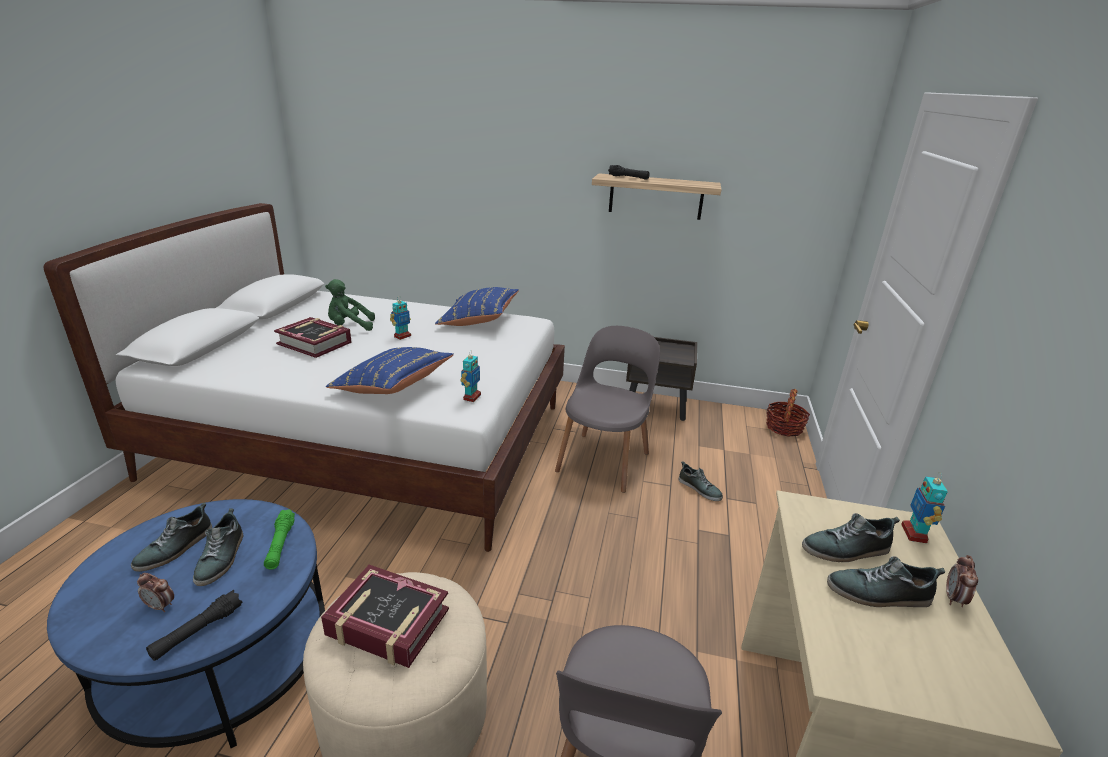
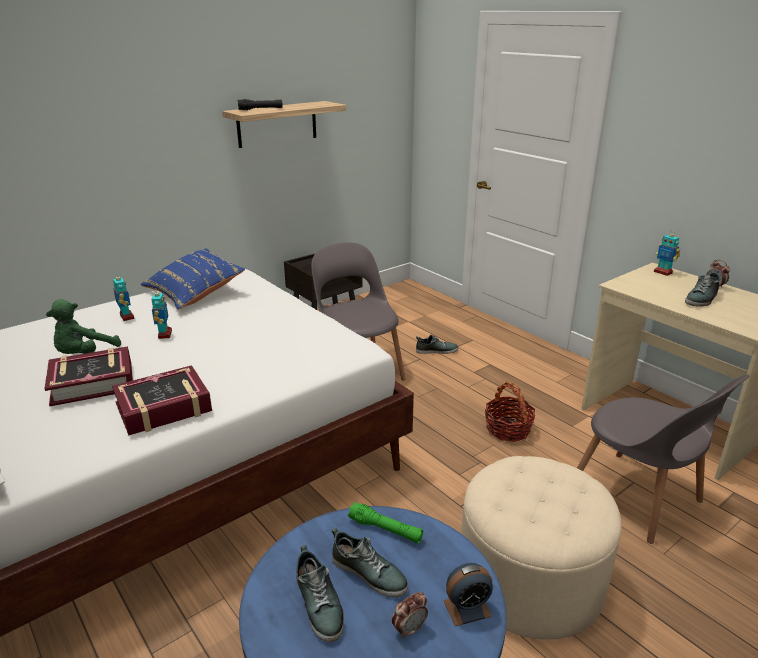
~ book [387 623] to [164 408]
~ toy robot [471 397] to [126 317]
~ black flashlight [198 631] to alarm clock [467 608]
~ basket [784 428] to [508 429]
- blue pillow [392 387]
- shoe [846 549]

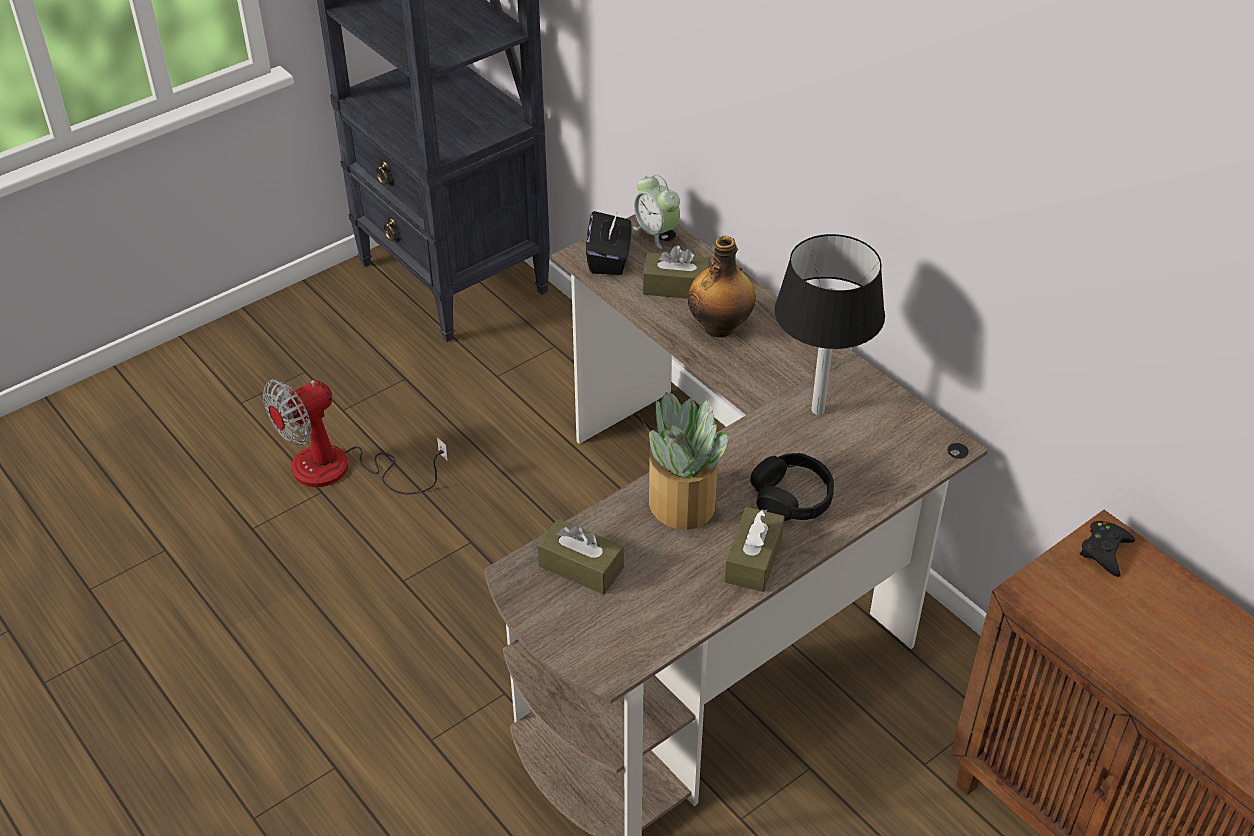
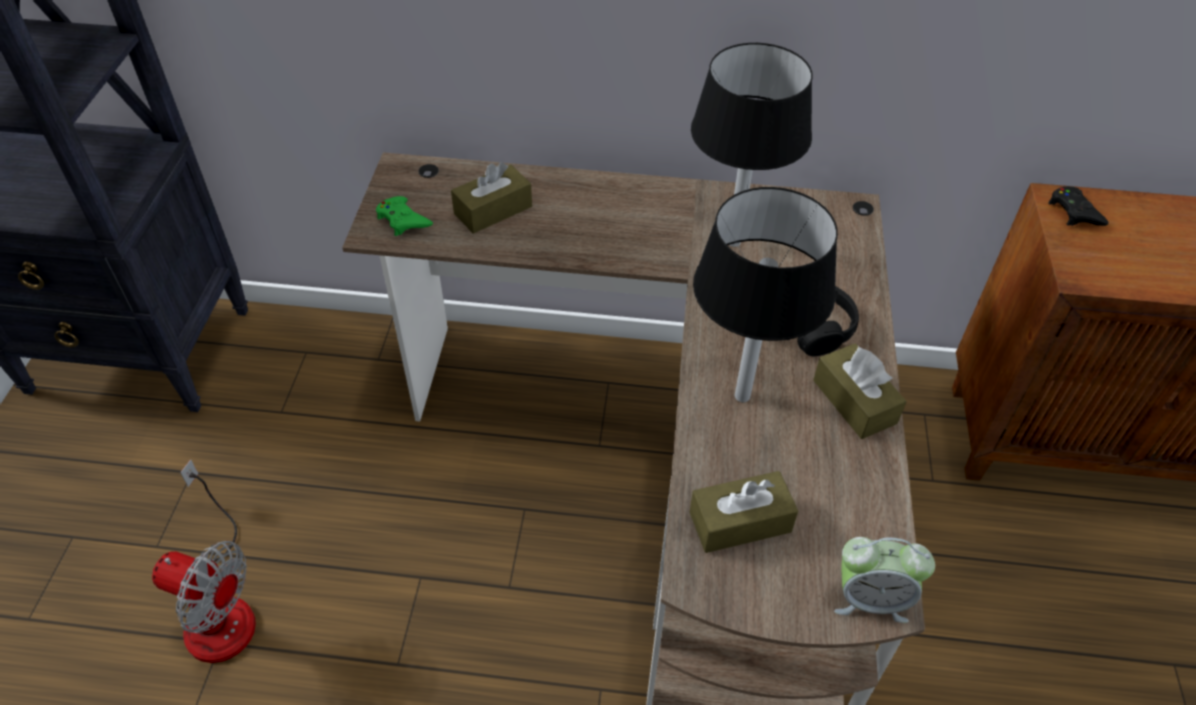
~ fan [341 470] = [219 606] 75 degrees counterclockwise
~ black tissue box [609 259] to green game controller [403 220]
~ potted plant [682 504] to black table lamp [741 396]
~ alarm clock [656 233] to [870 599]
- bottle [720 327]

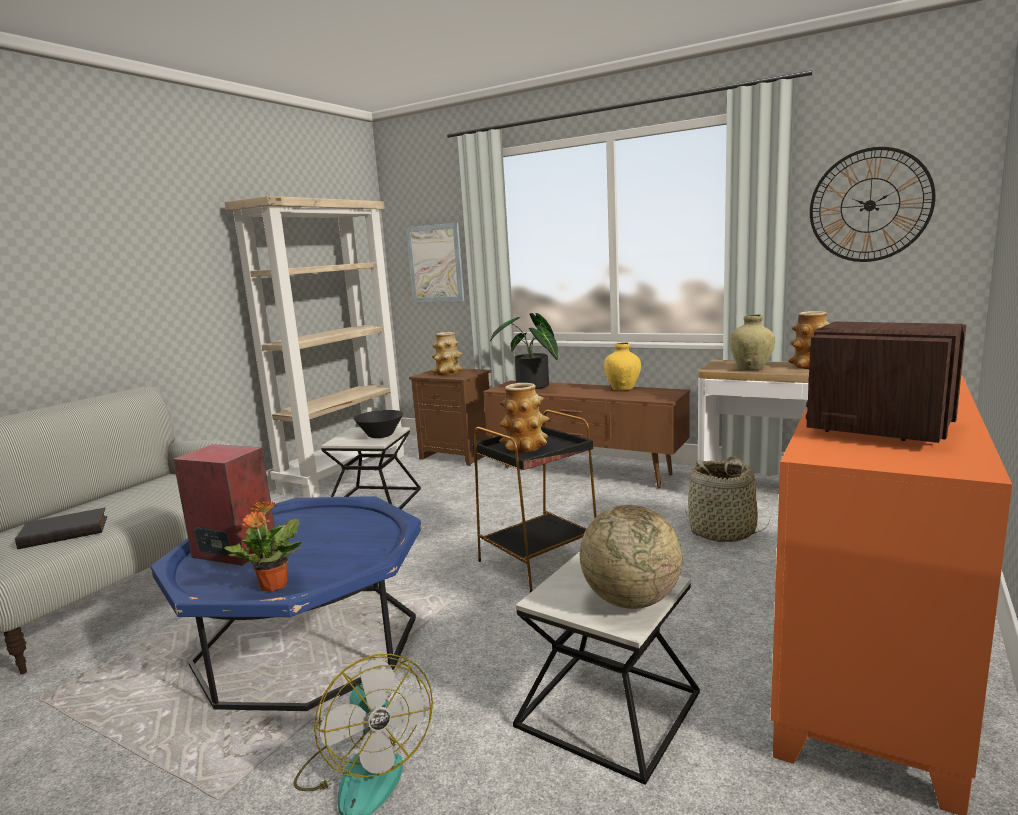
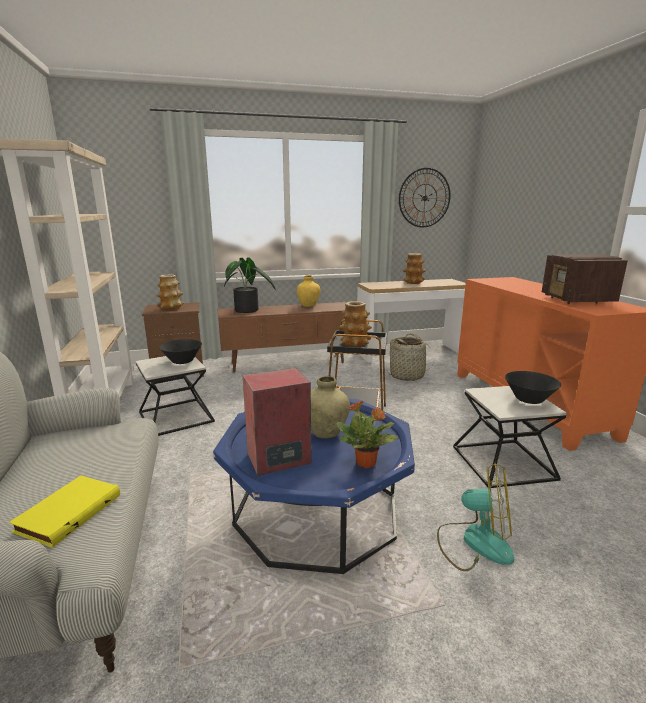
~ black book [65 531] to yellow book [68 512]
~ beige vase [751 368] to [326 433]
~ globe [630 600] to black bowl [529 399]
- picture [435 263]

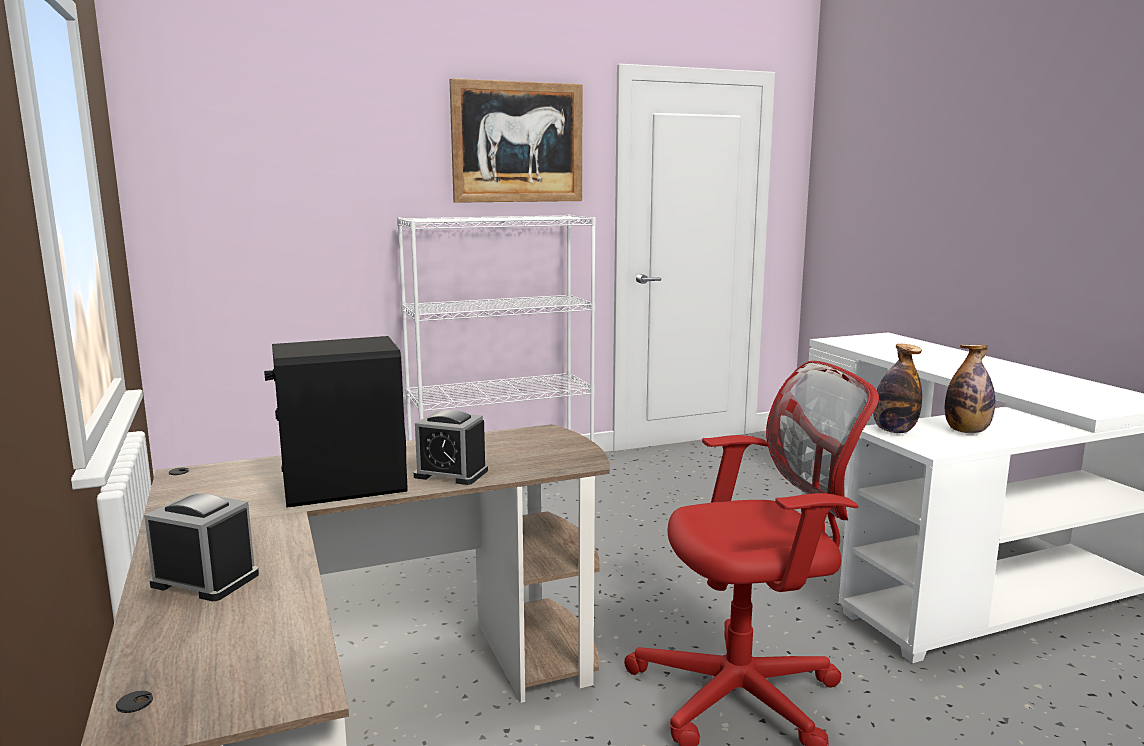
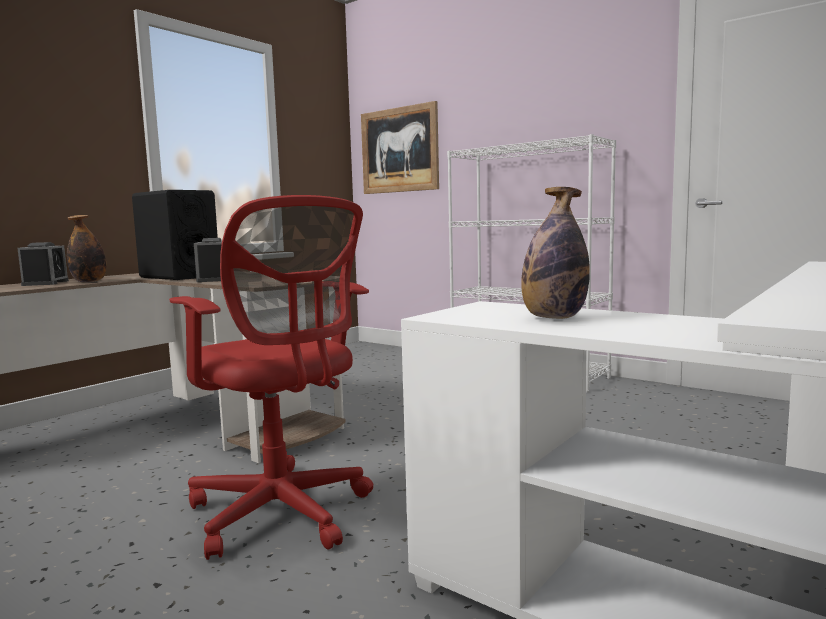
~ bottle [894 431] to [89 281]
~ picture [517 142] to [399 150]

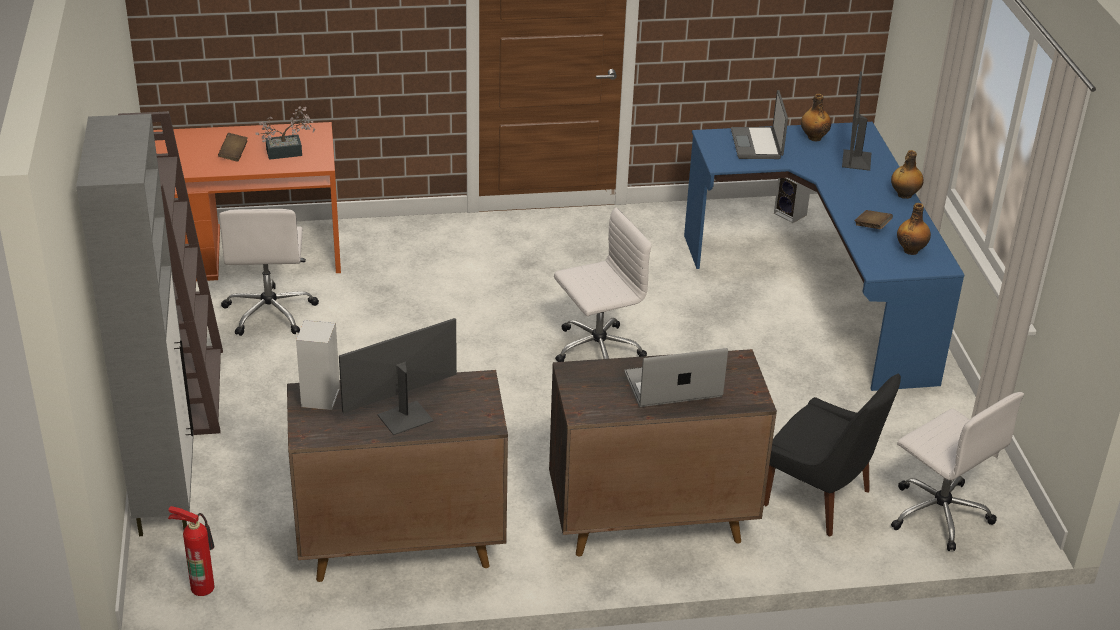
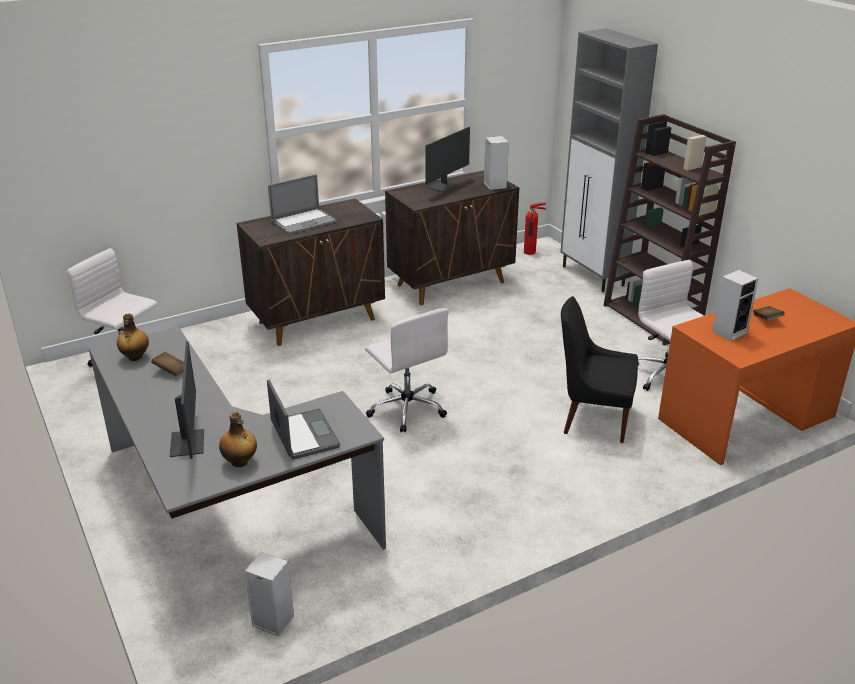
~ blue desk [822 292] to grey desk [223 517]
~ white office chair [596 351] = [407 408] 75 degrees counterclockwise
~ black chair [820 500] to [592 419]
~ potted plant [289 152] to speaker [729 331]
- bottle [904 195]

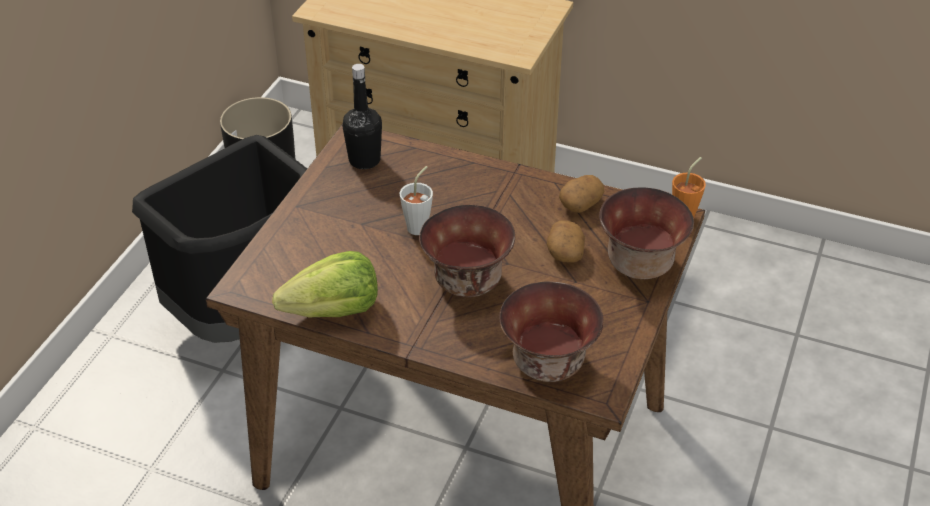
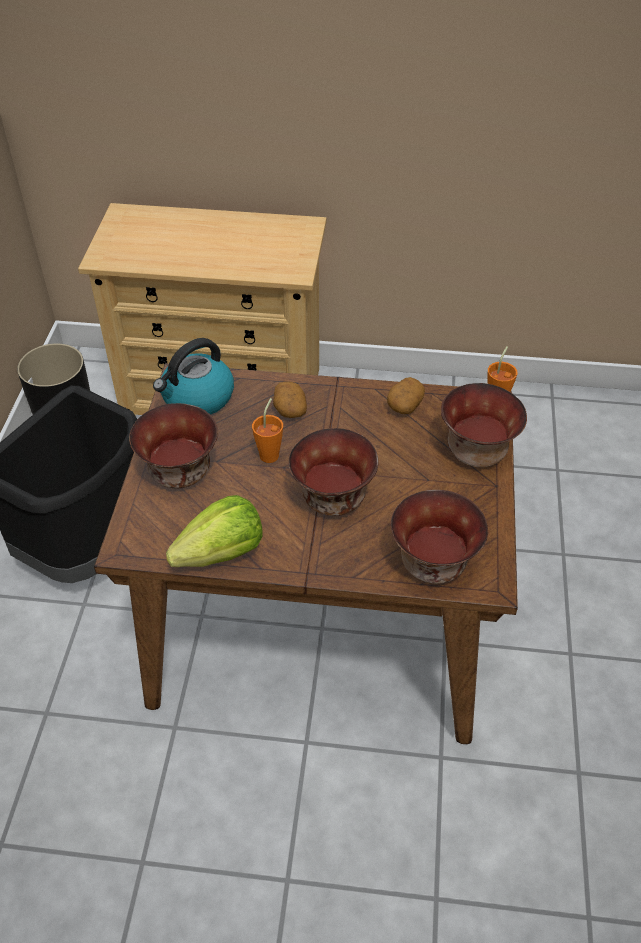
+ bowl [181 472]
~ black bottle [364 160] to kettle [197 398]
~ white cup [420 225] to orange cup [271 452]
~ potato [565 252] to [289 408]

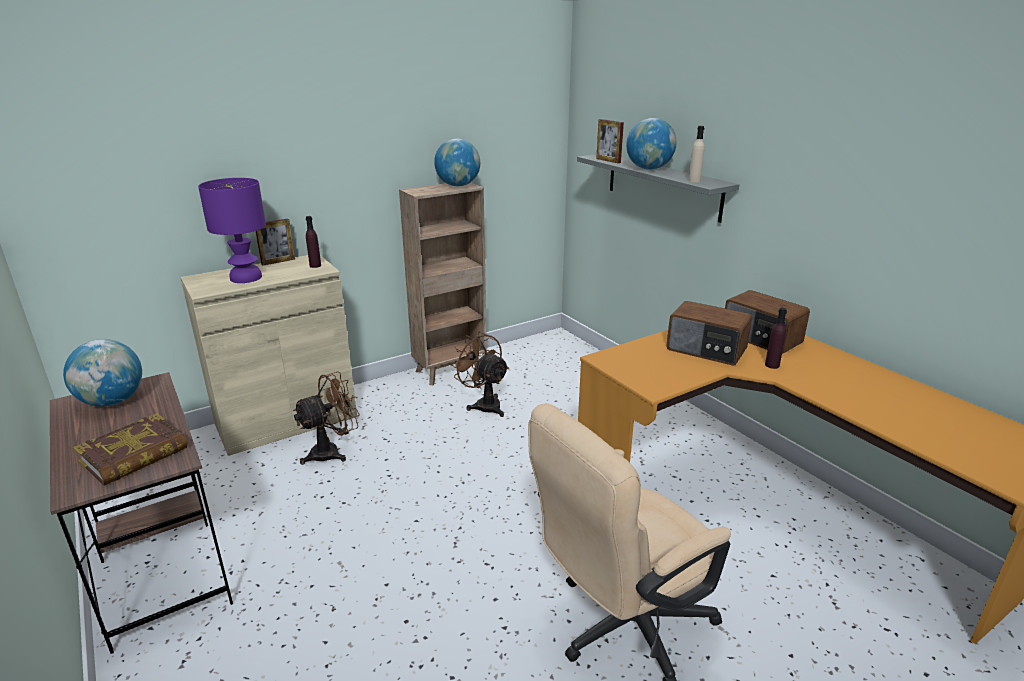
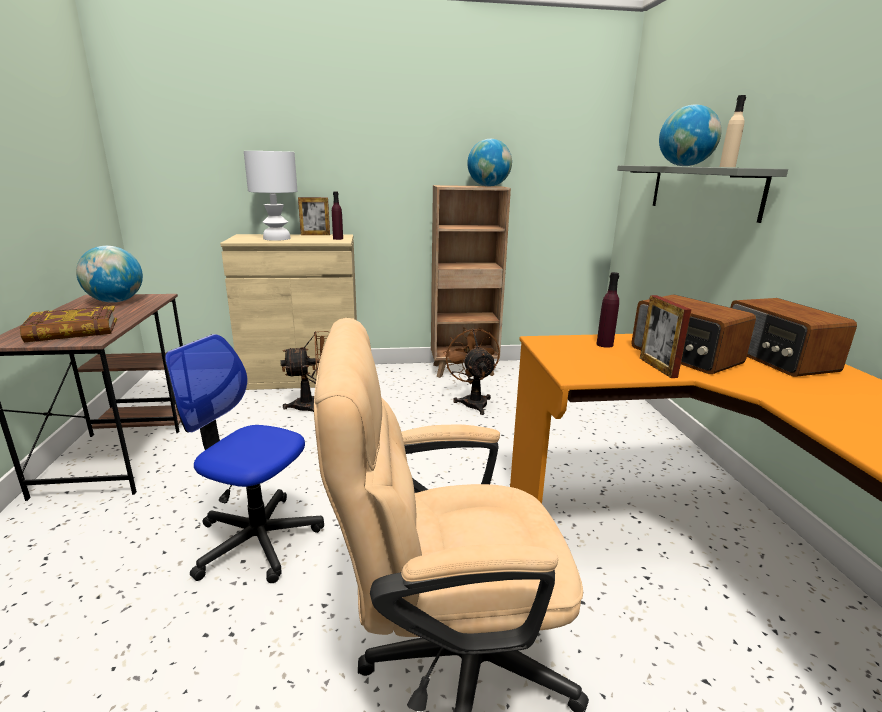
+ office chair [257 539]
~ purple table lamp [246 277] to white table lamp [277 238]
~ purple bottle [772 365] to [604 344]
~ picture frame [608 160] to [657 367]

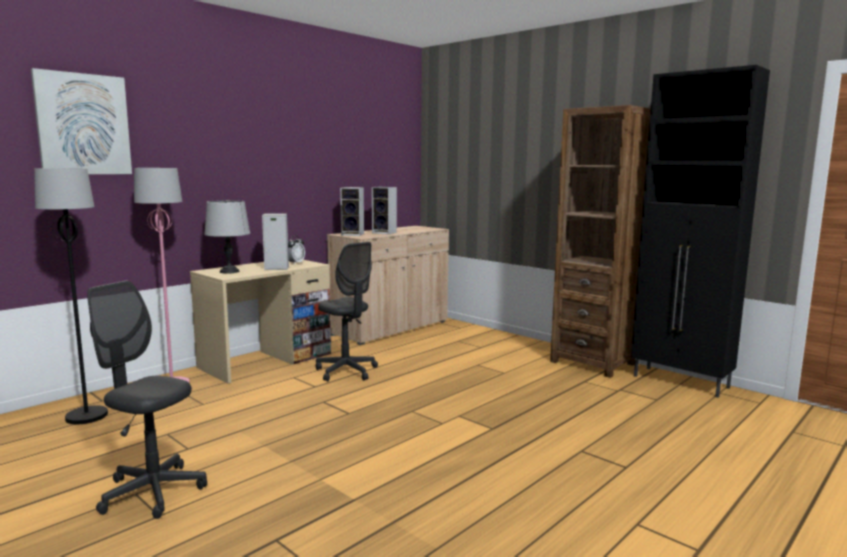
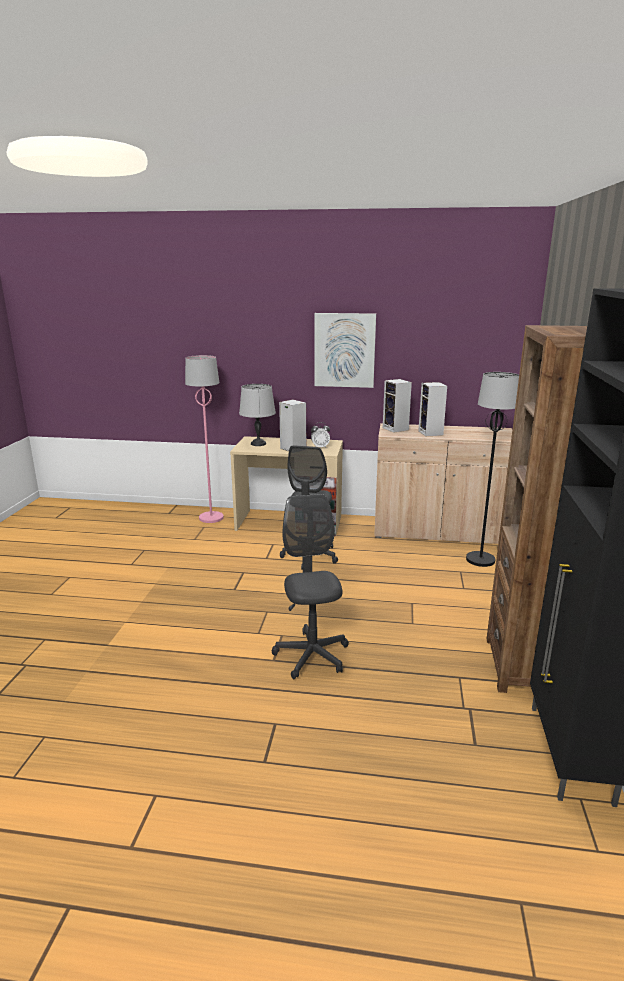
~ grey office chair [152 492] to [312 656]
~ picture [83 124] to [344 350]
~ black floor lamp [87 416] to [480 560]

